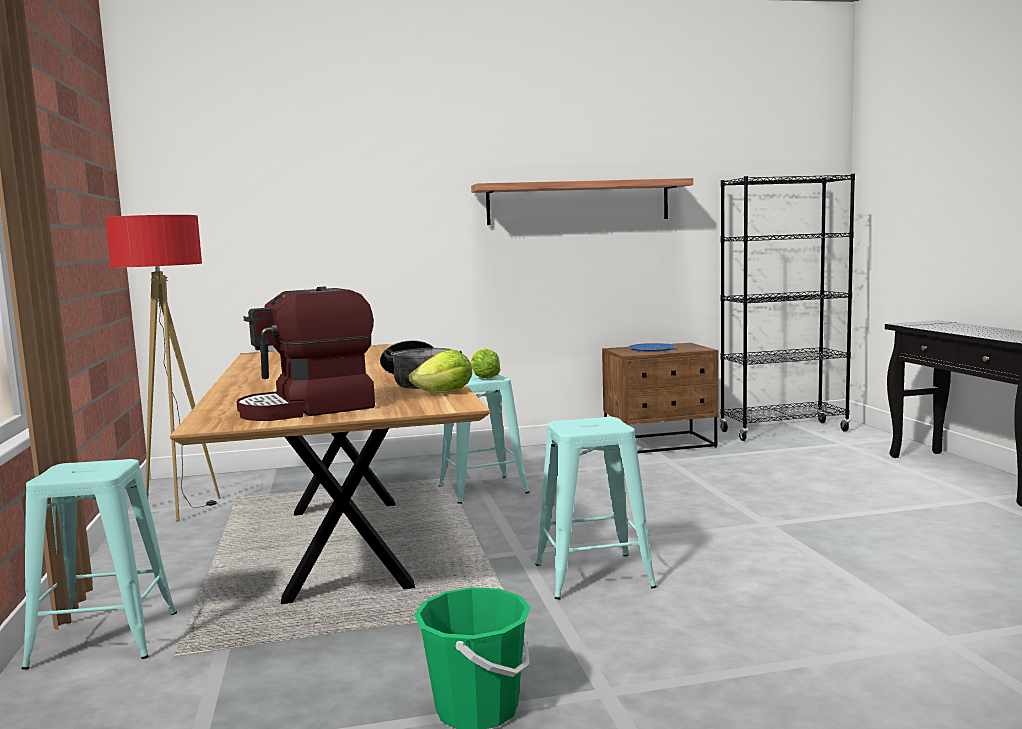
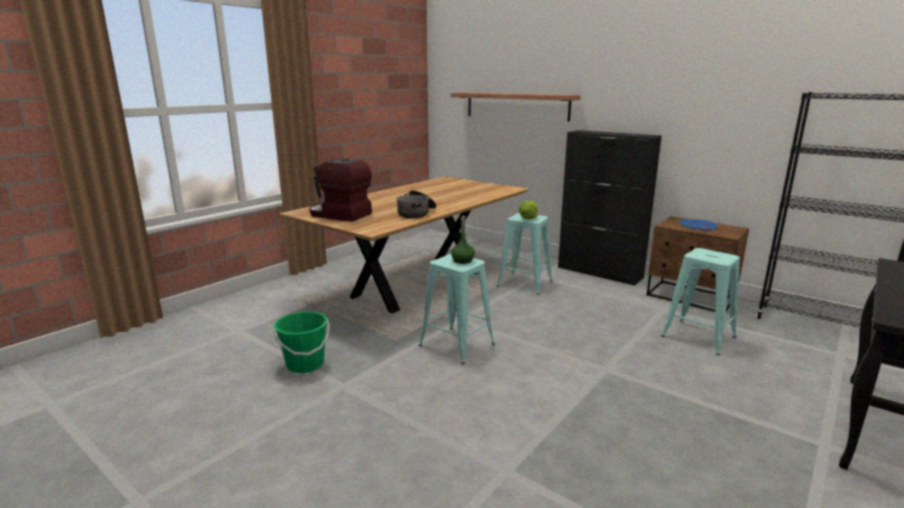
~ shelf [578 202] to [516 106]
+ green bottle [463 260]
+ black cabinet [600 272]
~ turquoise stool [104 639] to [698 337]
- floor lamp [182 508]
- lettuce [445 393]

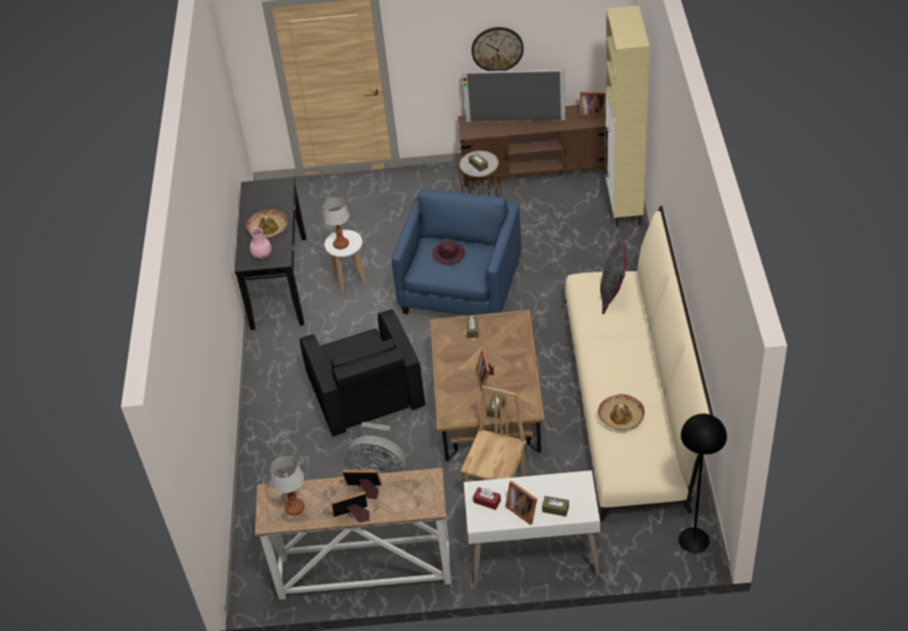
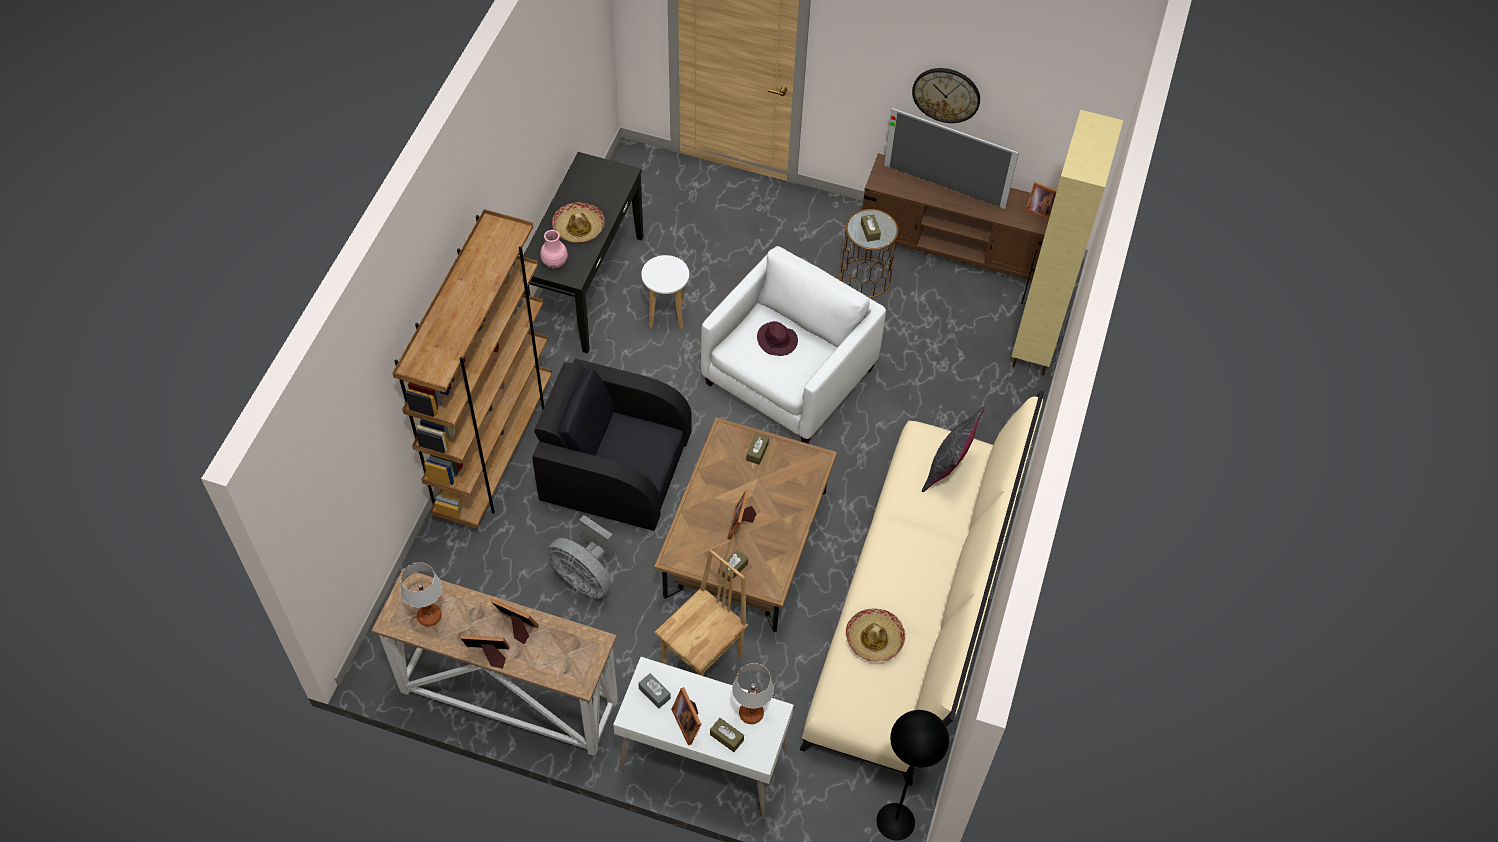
+ brown bookcase [495 452]
~ black armchair [365 392] = [615 469] 105 degrees clockwise
~ red tissue box [487 501] to grey tissue box [654 693]
~ blue armchair [461 288] to white armchair [788 376]
~ table lamp [340 244] to [750 713]

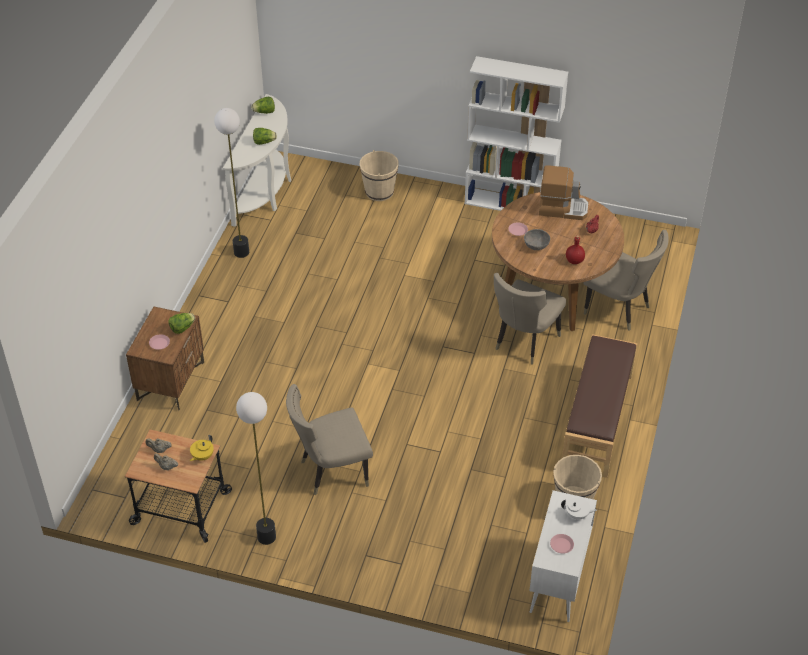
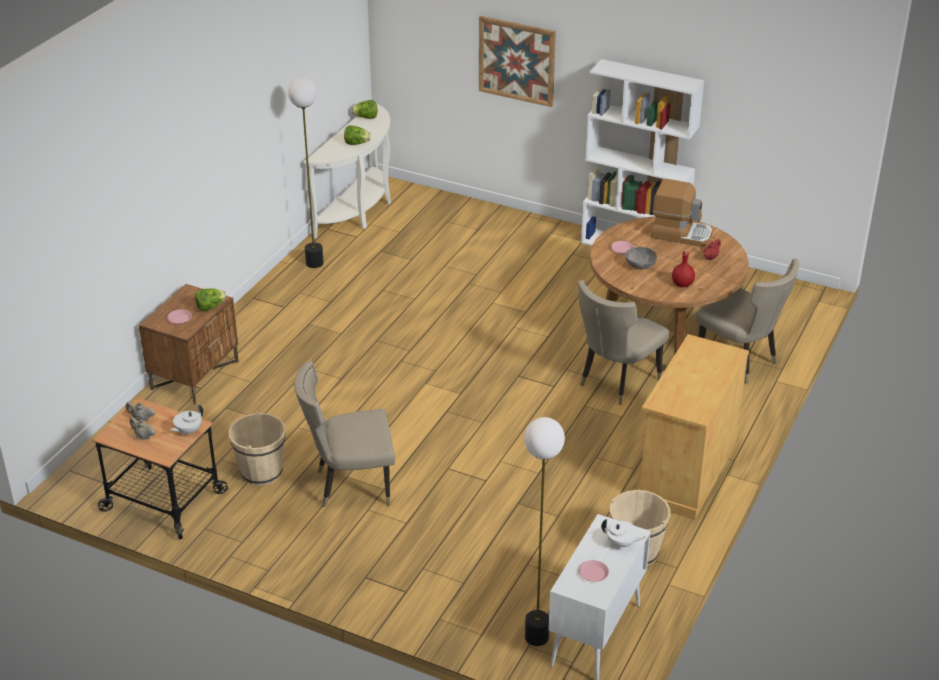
~ yellow teapot [202 456] to white teapot [188 431]
~ beige bucket [379 192] to [261 472]
+ picture [516 61]
~ floor lamp [267 537] to [537 637]
~ brown bench [598 421] to beige cabinet [686 471]

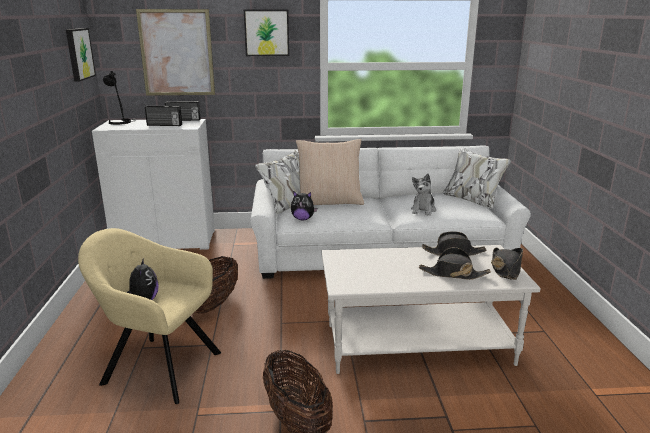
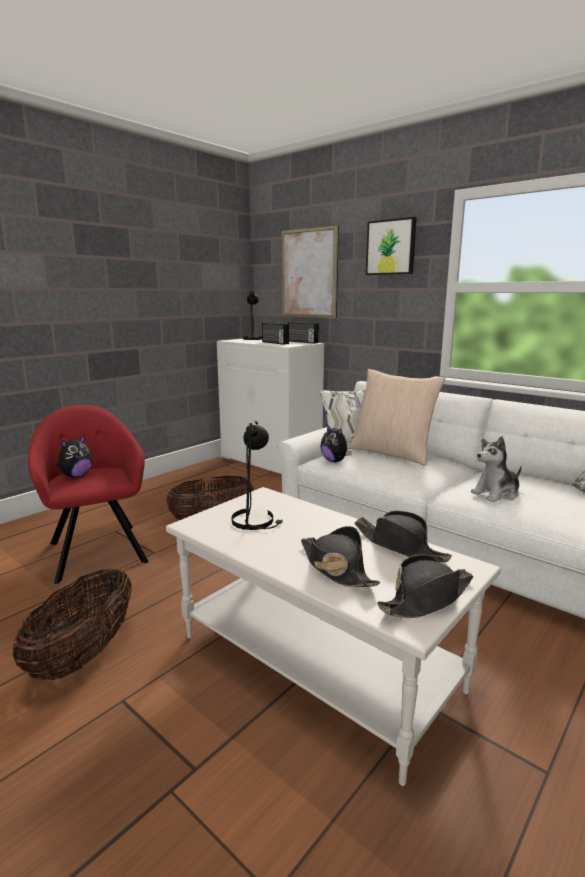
~ beige armchair [158 366] to red armchair [97 549]
+ black table lamp [255 520]
- picture [79 54]

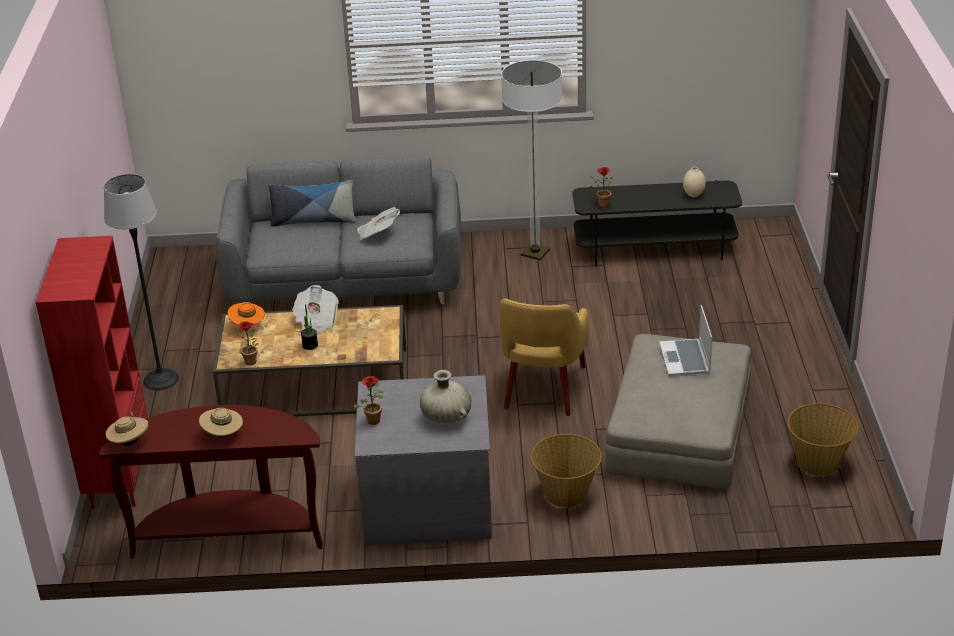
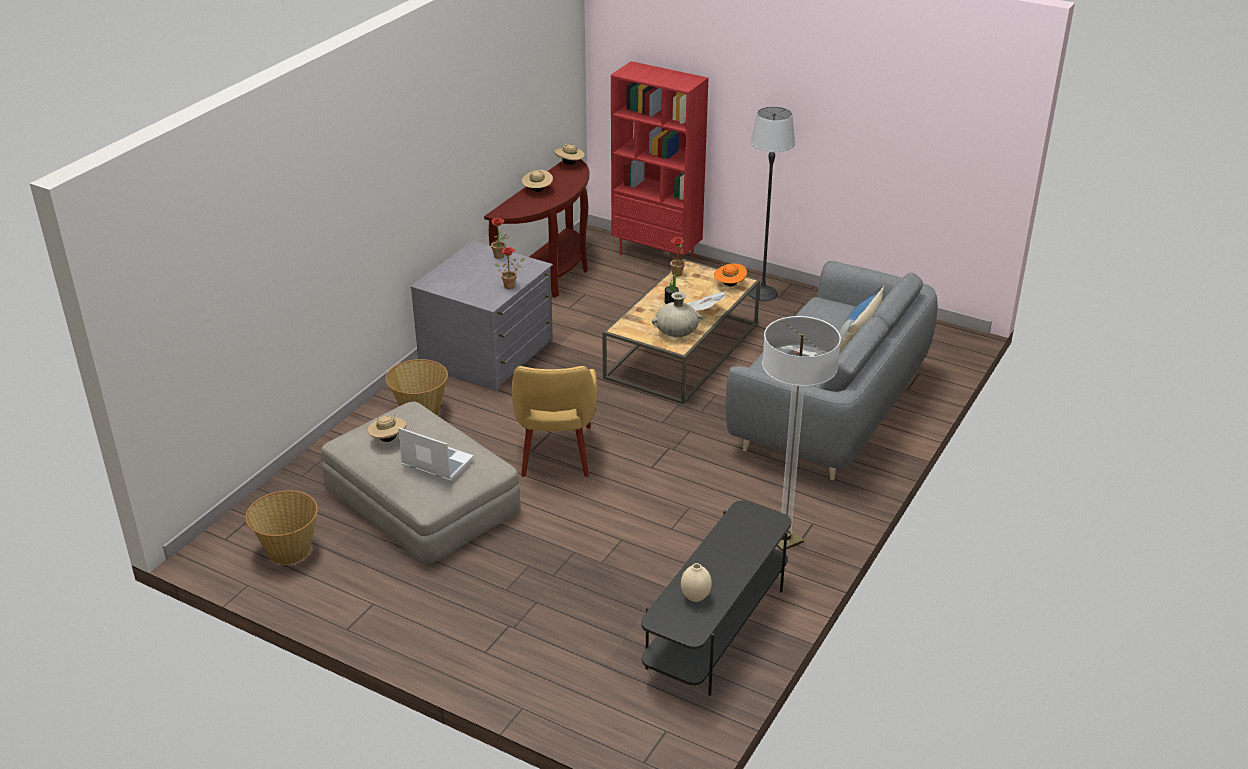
+ beige hat [388 439]
~ potted plant [601 204] to [511 285]
~ yellow armchair [543 389] = [556 453] 135 degrees counterclockwise
~ beige vase [446 416] to [676 332]

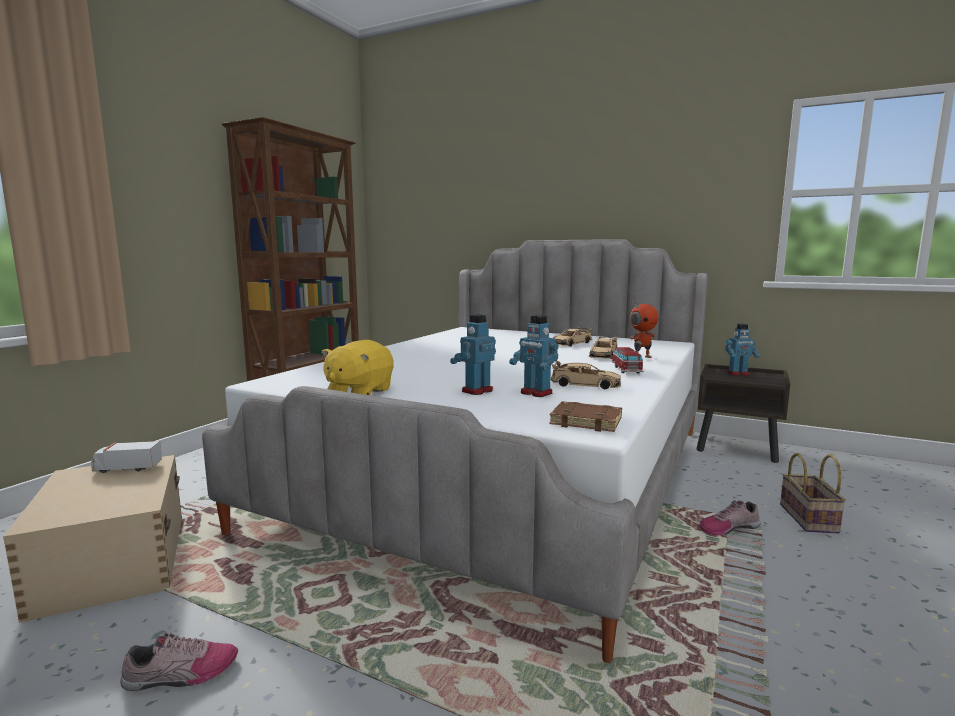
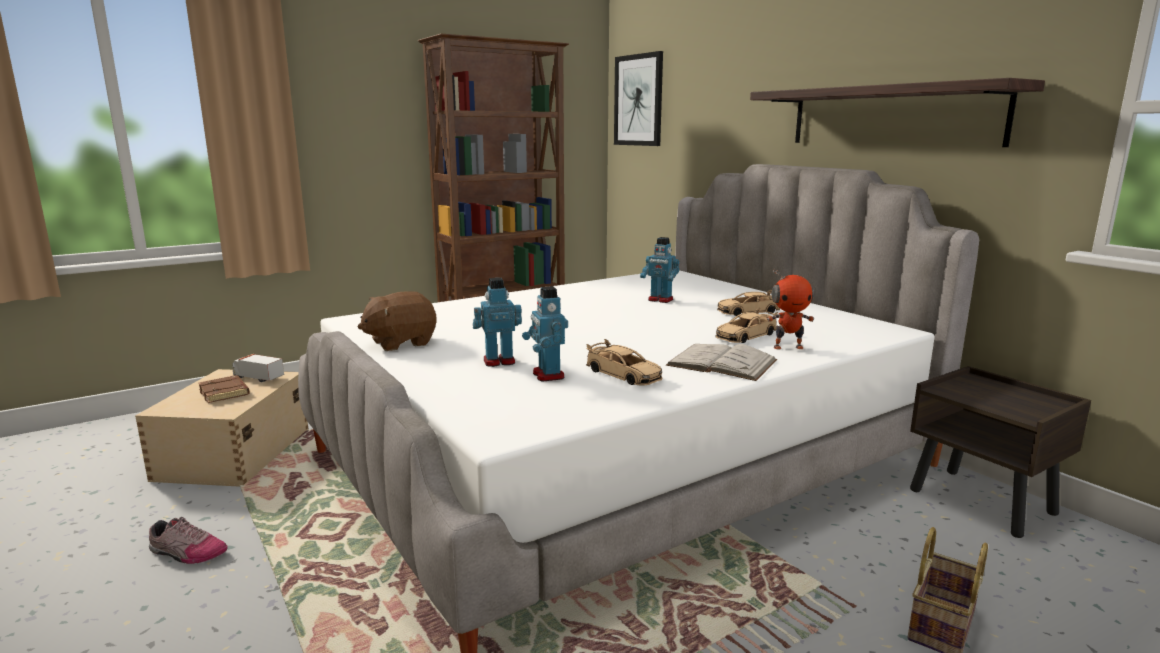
~ brown book [587 422] to [225 393]
~ yellow plush toy [358 391] to brown plush toy [400 343]
+ picture [638 100]
~ toy robot [738 374] to [660 300]
~ toy car [626 370] to white book [722 362]
+ shelf [891 116]
- shoe [728 527]

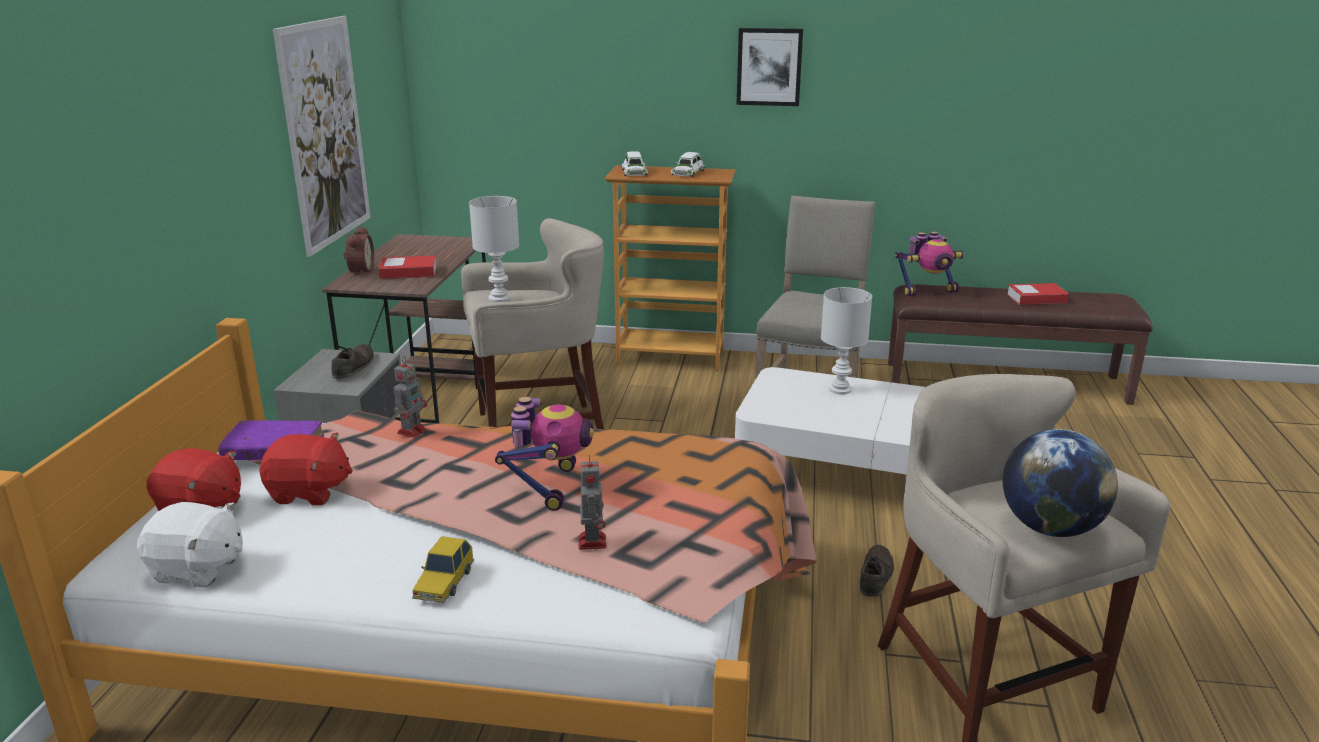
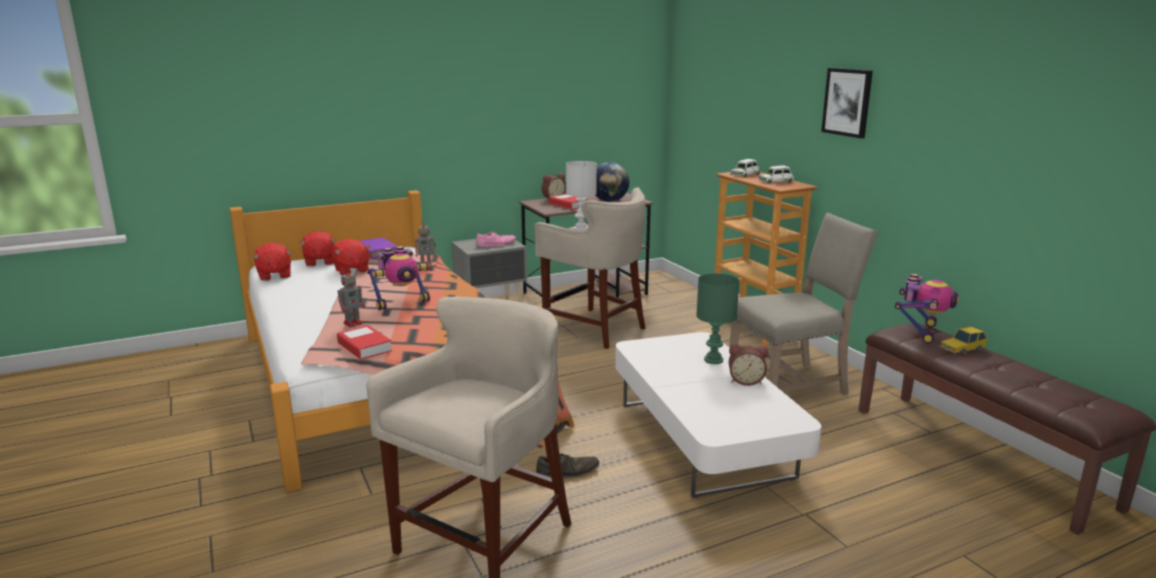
~ white plush toy [197 569] to red plush toy [274 275]
~ book [1036 299] to [364 347]
~ brown shoe [354 367] to pink shoe [496 244]
~ globe [1050 528] to [609 201]
~ white table lamp [840 389] to green table lamp [714 360]
+ alarm clock [745 381]
~ toy robot [927 291] = [920 332] 105 degrees counterclockwise
~ toy car [444 582] to [962 349]
- picture [325 133]

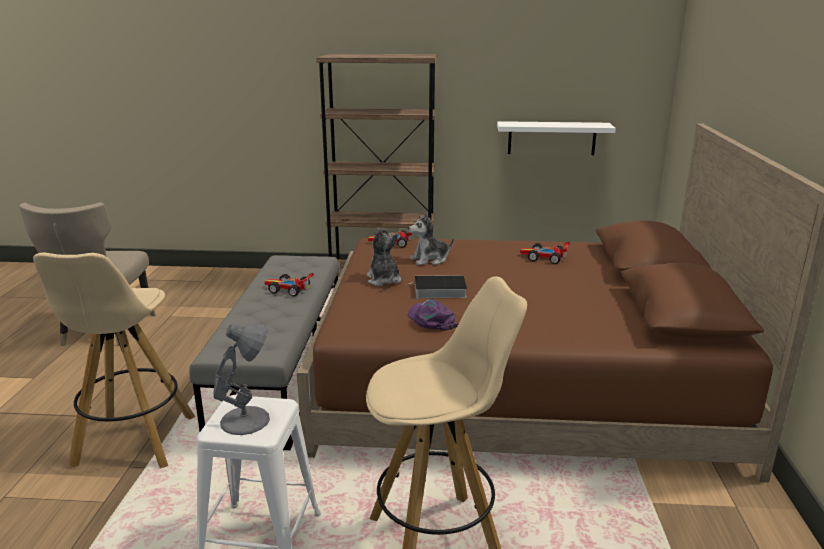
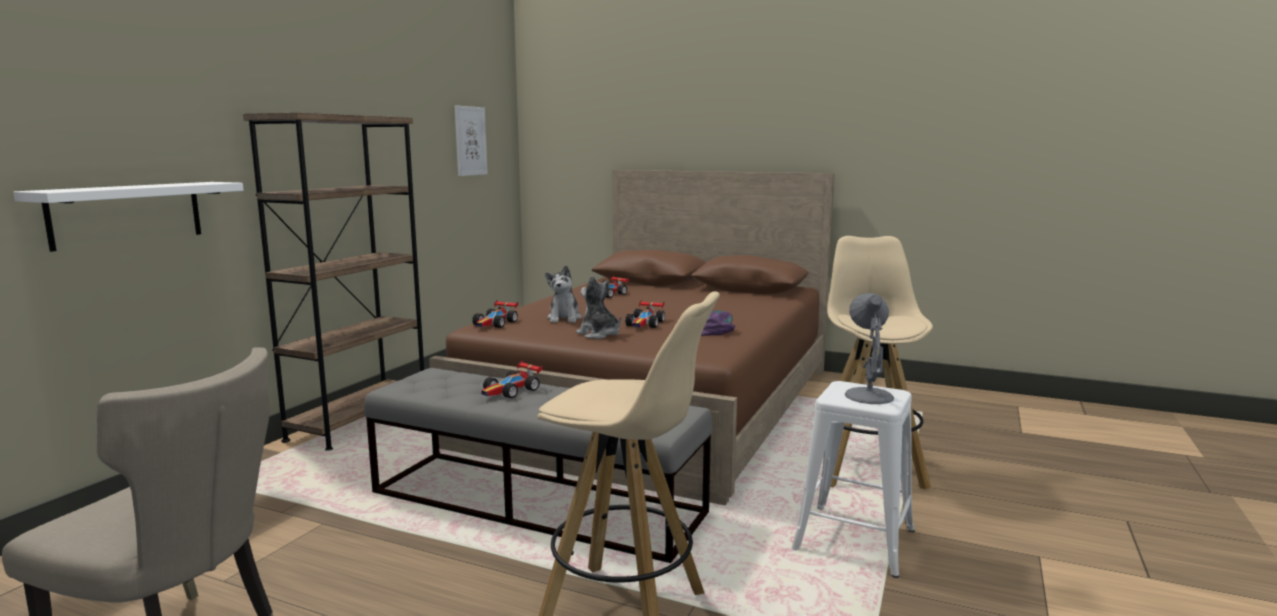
~ white shelf [551 138] to [127 214]
+ picture [470 141]
~ plush toy [383 280] = [599 334] 45 degrees clockwise
~ book [438 291] to toy car [646 324]

